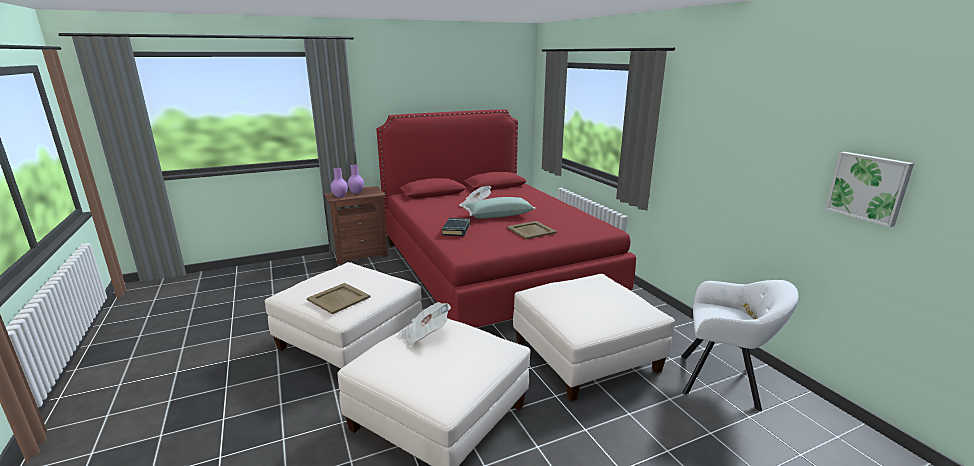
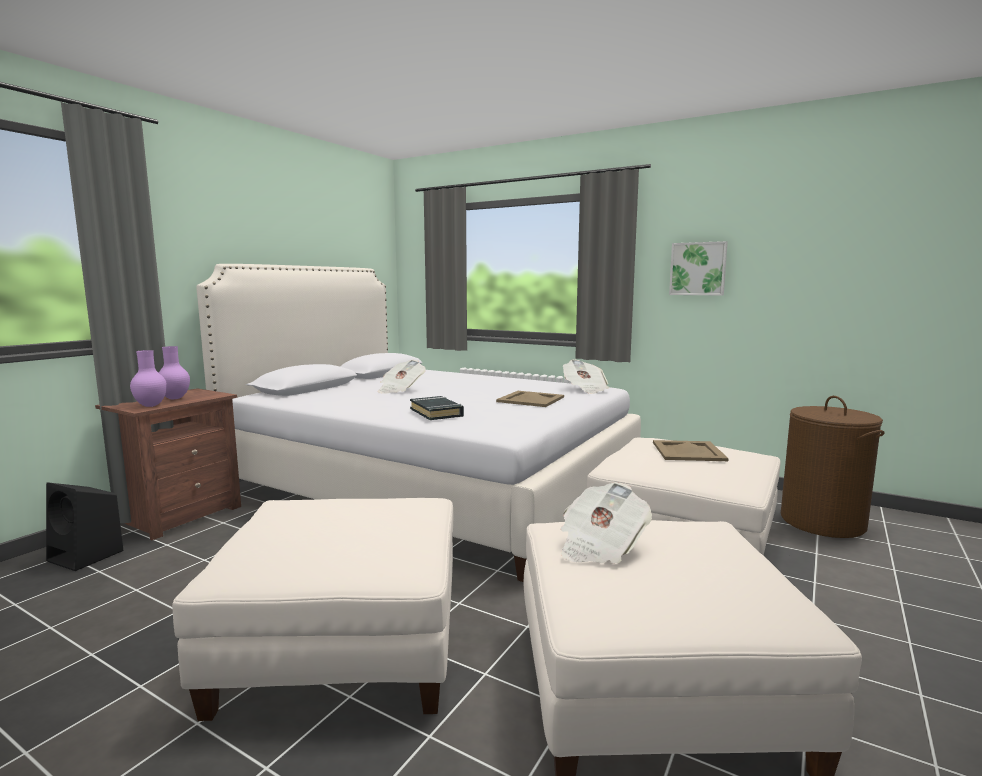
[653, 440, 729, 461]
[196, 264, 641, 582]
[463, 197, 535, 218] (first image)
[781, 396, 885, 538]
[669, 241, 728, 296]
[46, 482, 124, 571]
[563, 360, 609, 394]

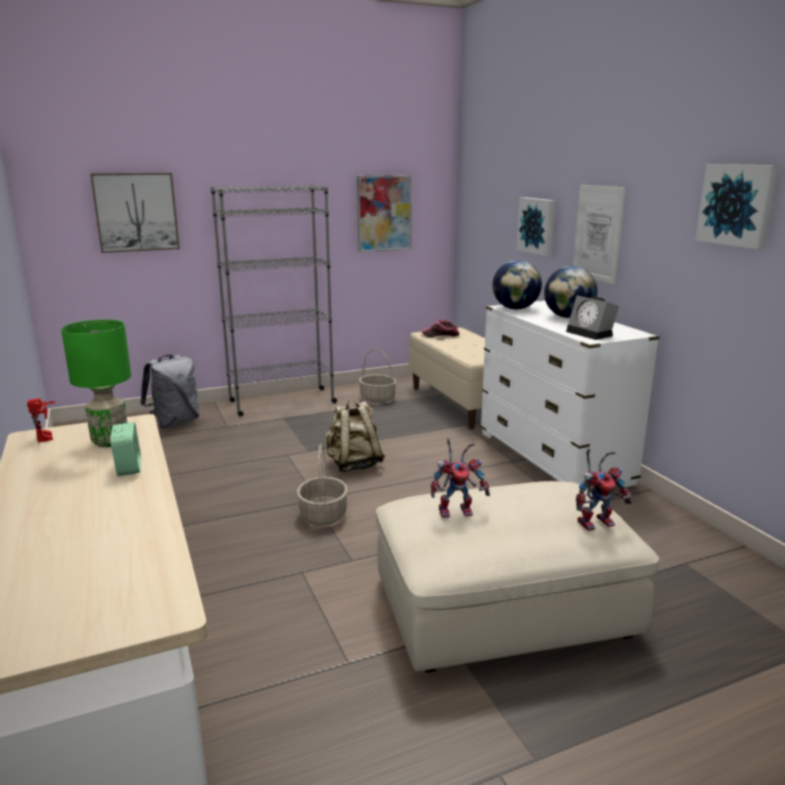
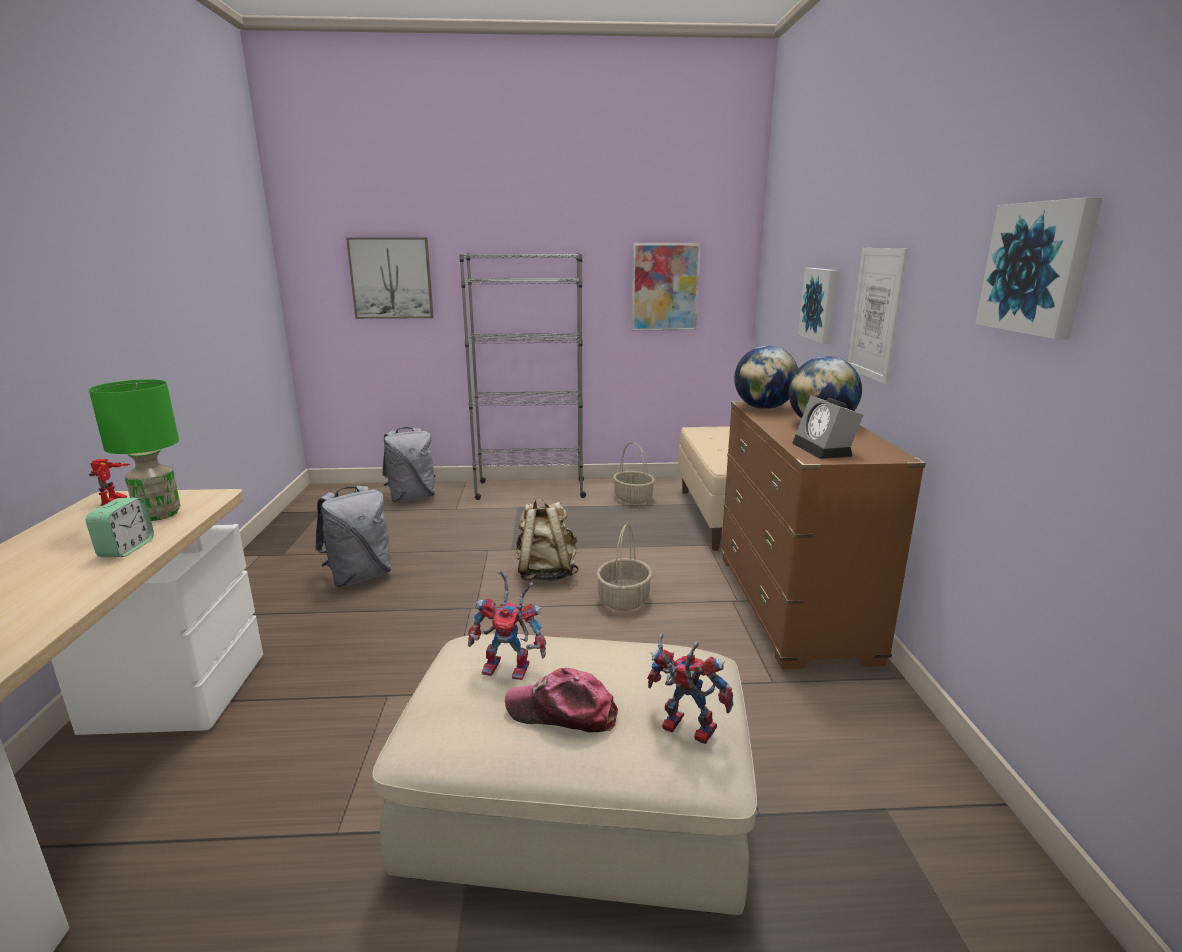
[597, 523, 652, 611]
[505, 668, 618, 733]
[720, 401, 926, 670]
[647, 633, 734, 744]
[315, 486, 392, 587]

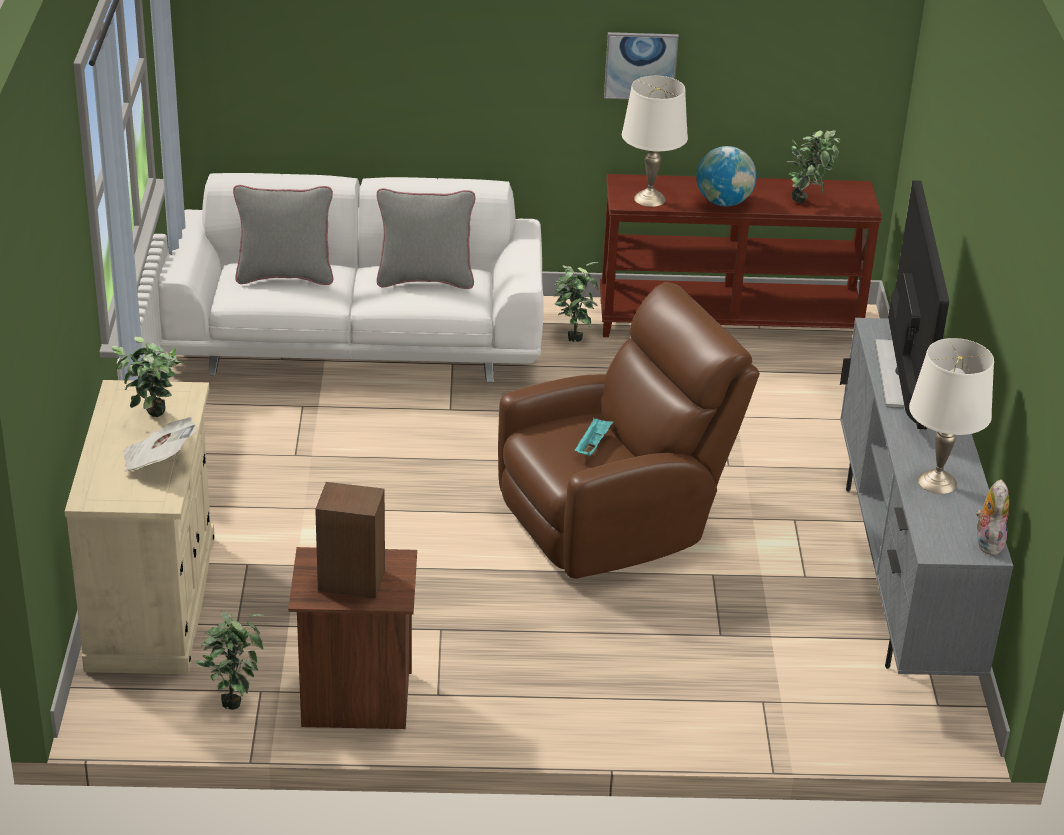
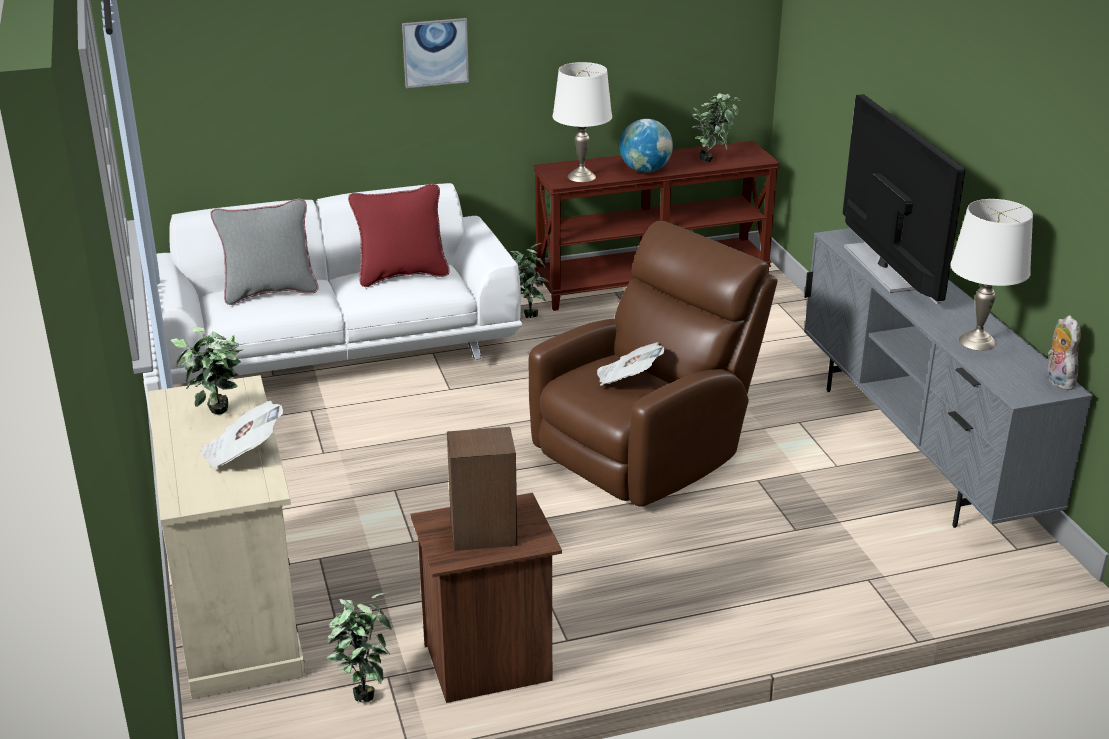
[348, 184, 450, 287]
[597, 342, 665, 386]
[402, 18, 469, 88]

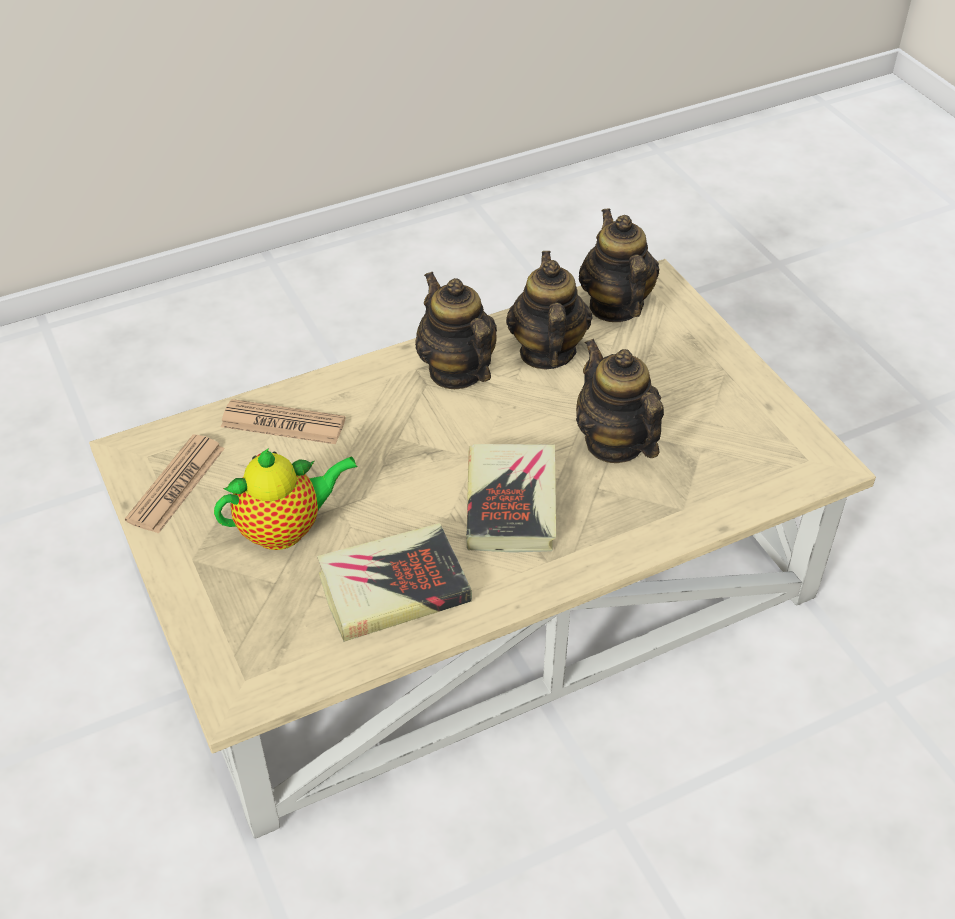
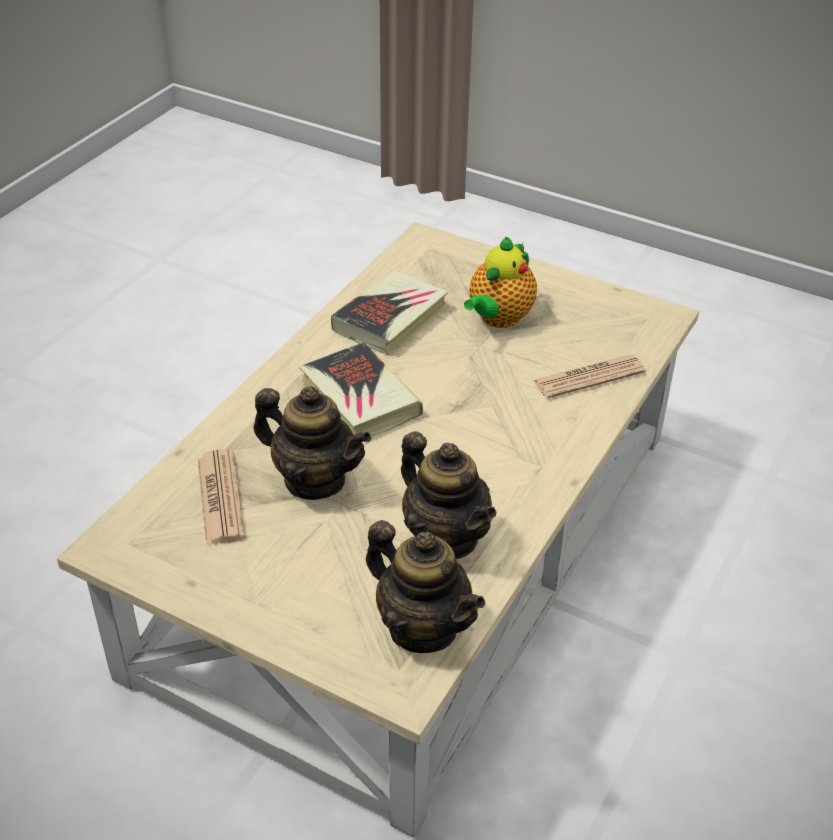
[198, 449, 245, 545]
[415, 272, 497, 389] (first image)

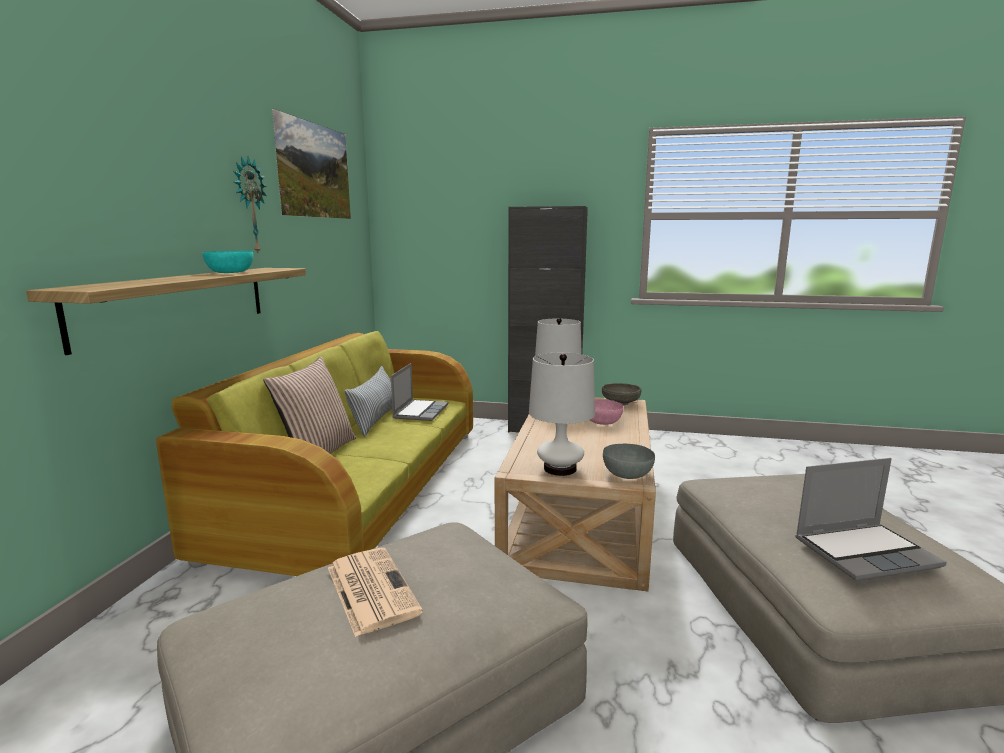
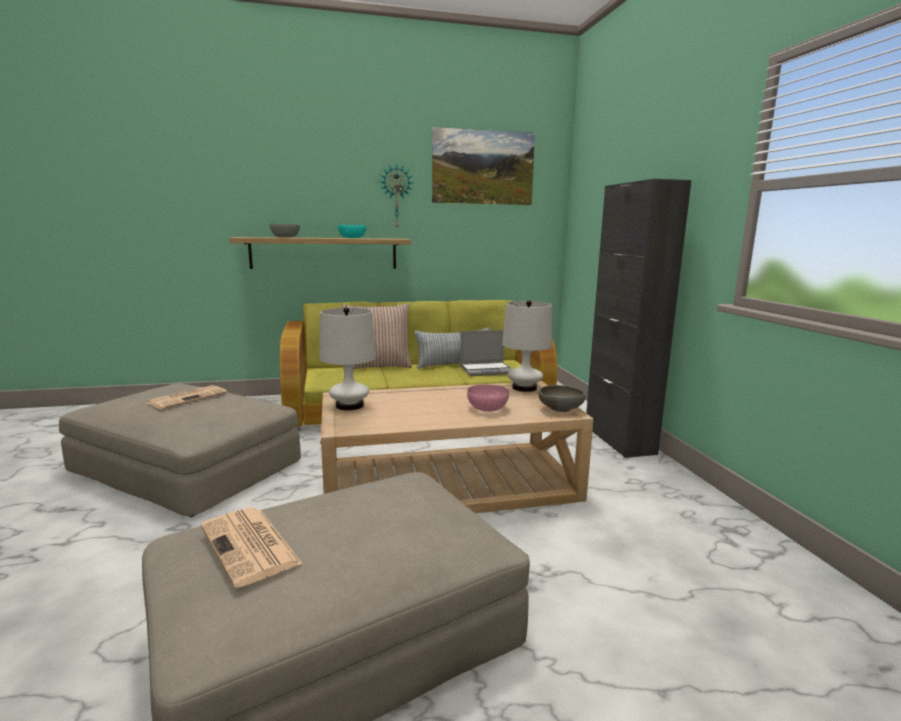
[270, 224, 300, 238]
[201, 507, 303, 588]

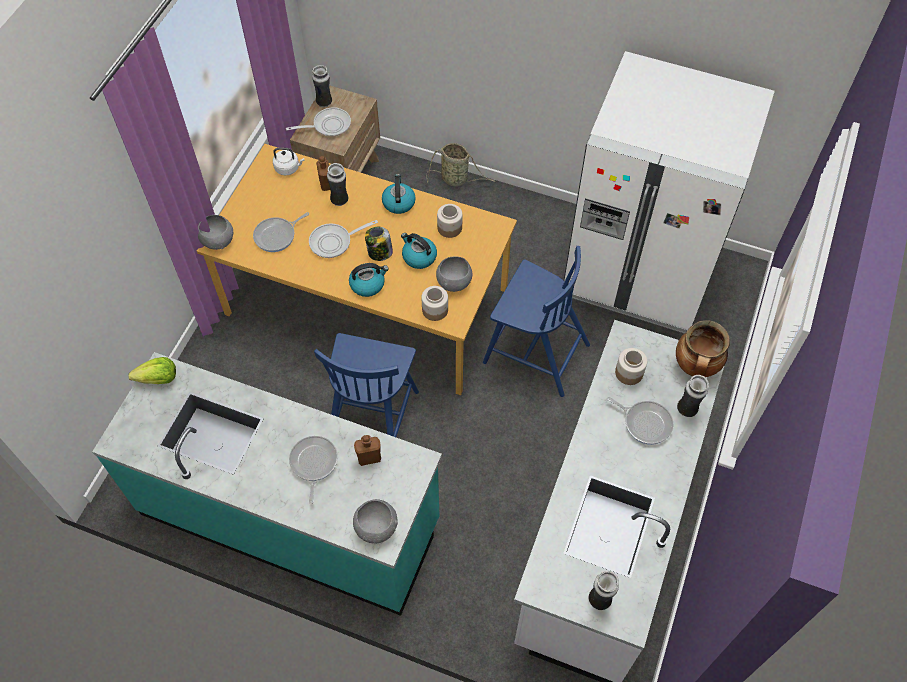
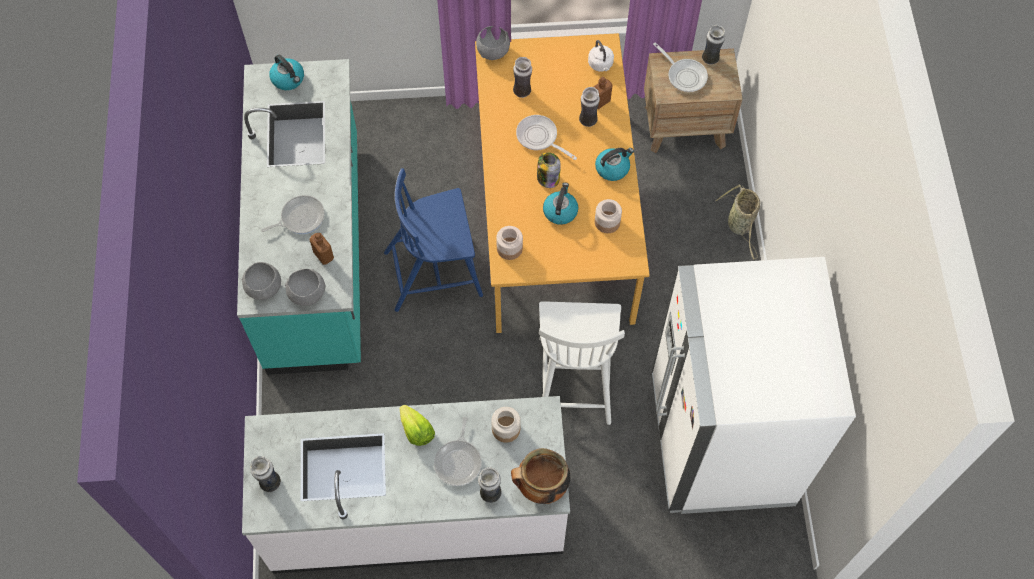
[400, 405, 435, 446]
[513, 57, 532, 98]
[269, 55, 304, 90]
[285, 269, 326, 306]
[539, 301, 625, 425]

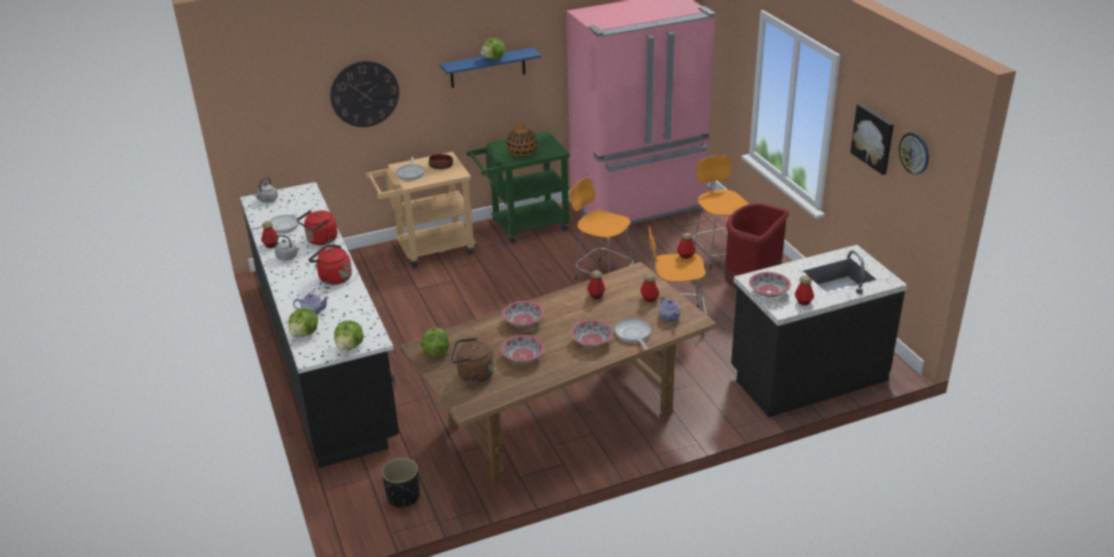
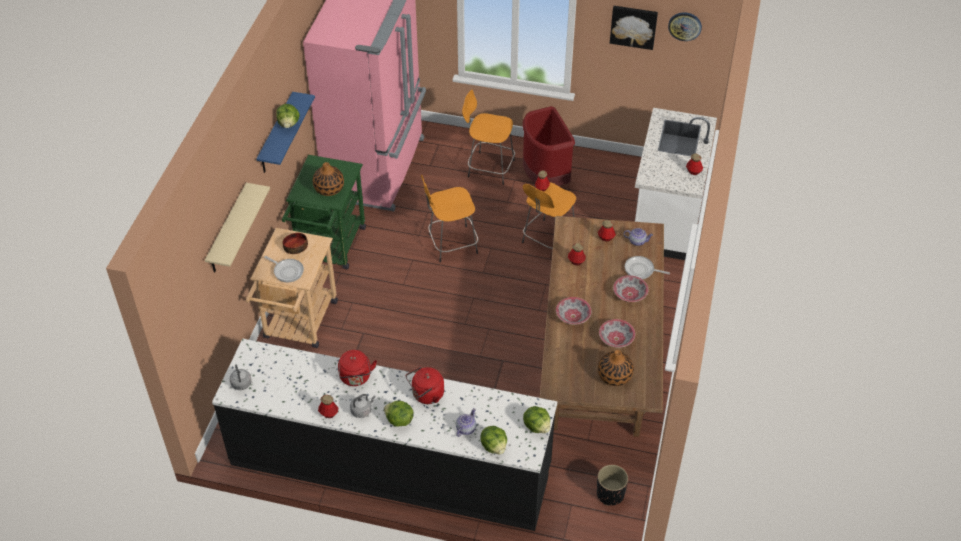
[250, 215, 299, 233] (first image)
[205, 183, 270, 273]
[384, 400, 414, 427]
[598, 350, 634, 386]
[635, 108, 717, 260]
[749, 272, 791, 297] (first image)

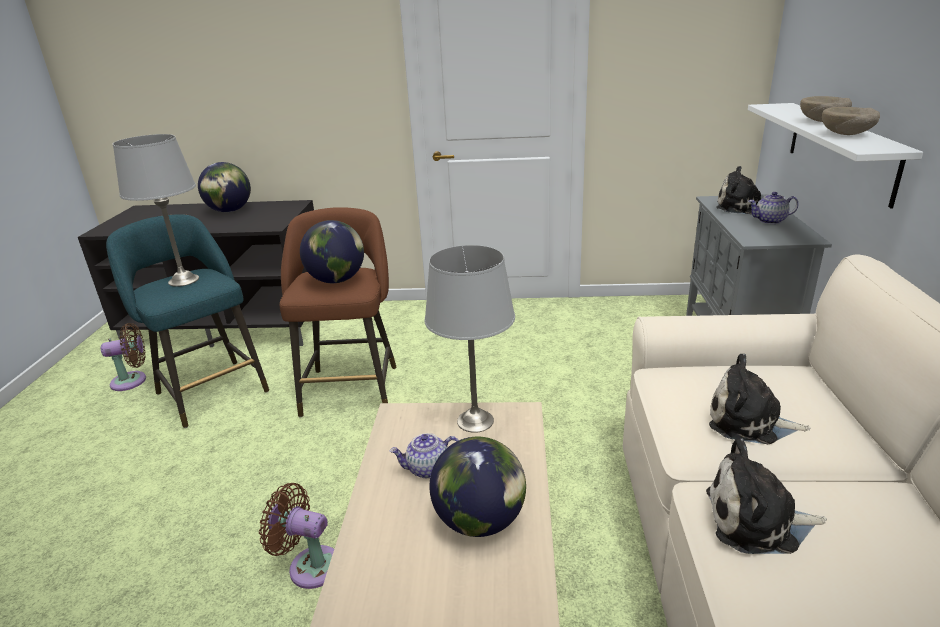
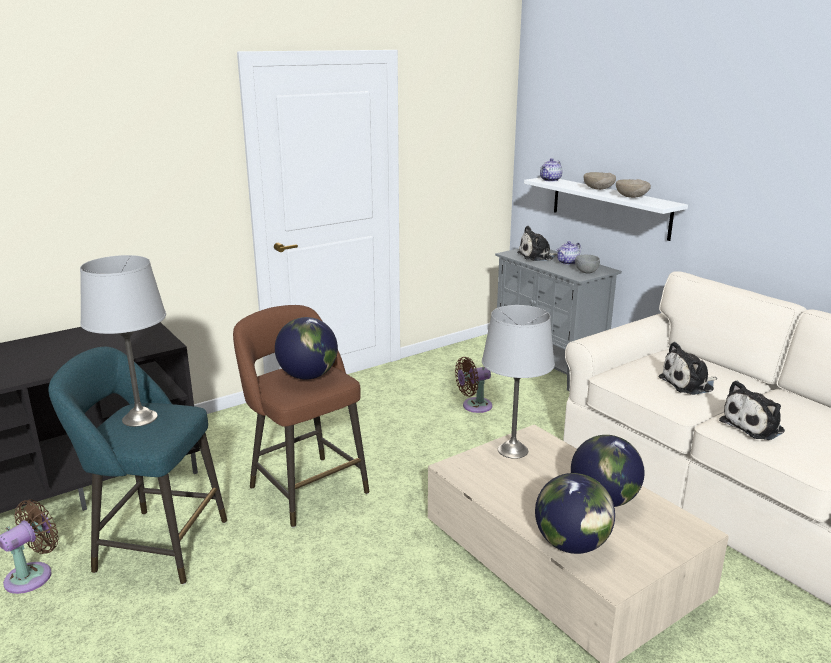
[535, 473, 615, 554]
[455, 357, 492, 413]
[540, 158, 562, 182]
[575, 255, 600, 274]

